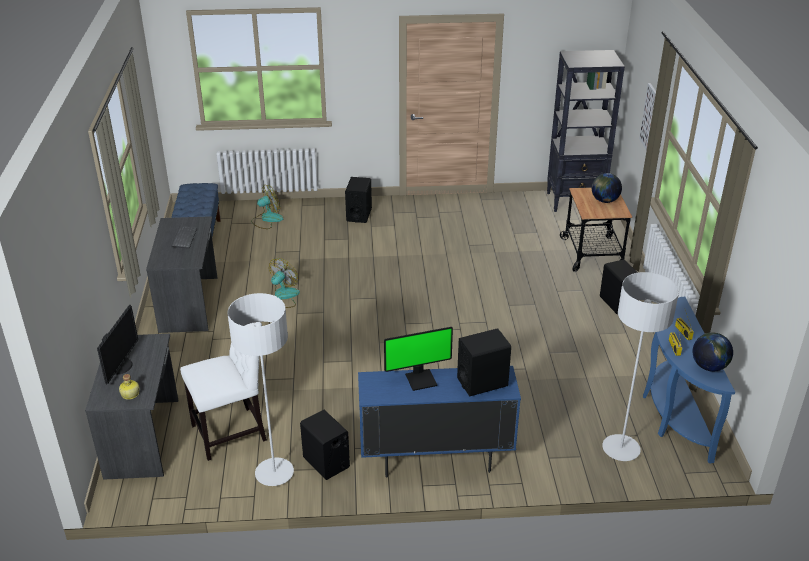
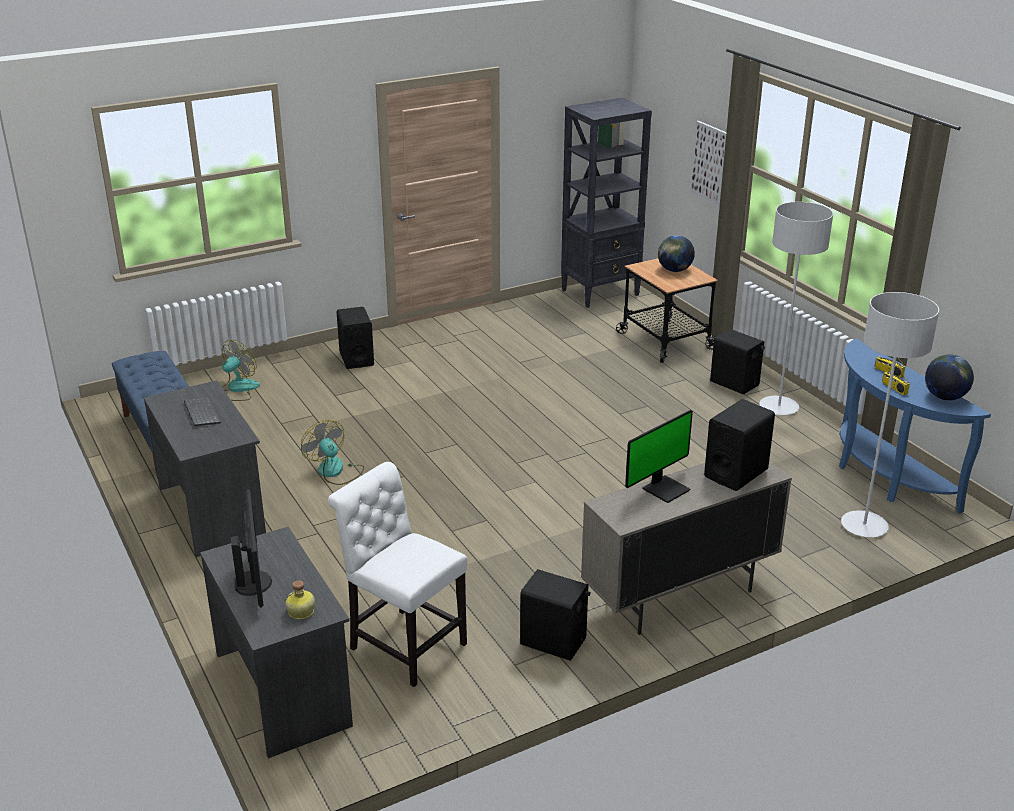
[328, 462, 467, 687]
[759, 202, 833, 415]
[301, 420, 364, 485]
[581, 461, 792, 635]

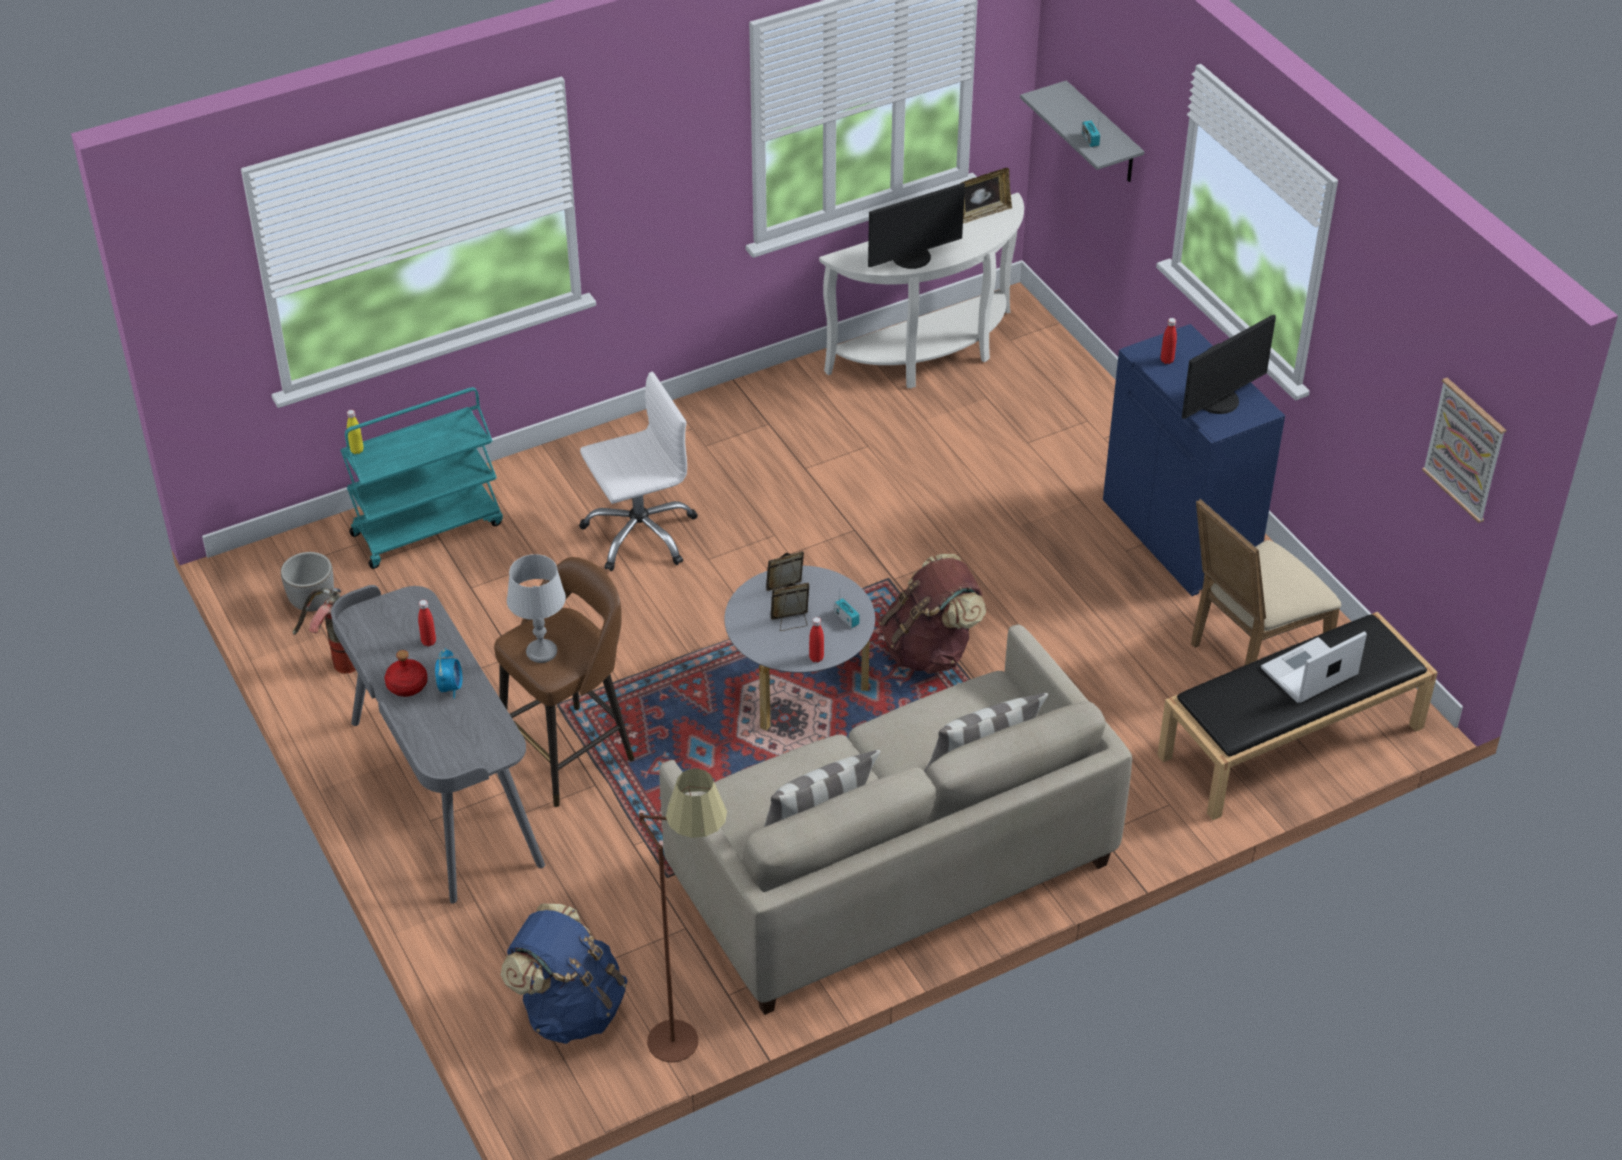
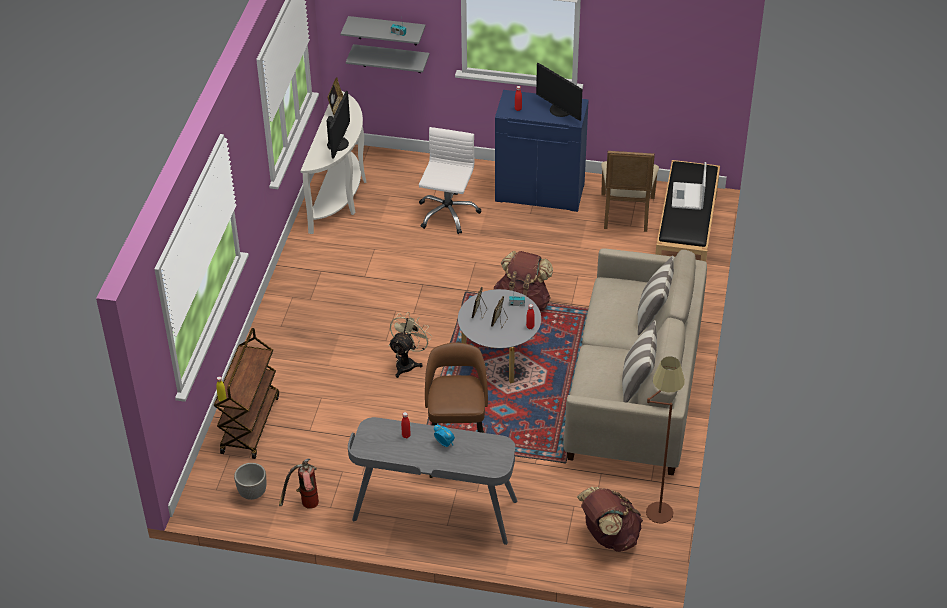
[214, 328, 279, 459]
[385, 650, 427, 697] (first image)
[577, 487, 643, 552]
[507, 554, 566, 663] (first image)
[419, 127, 481, 234]
[536, 63, 582, 121]
[1422, 378, 1506, 523] (first image)
[346, 44, 430, 73]
[389, 313, 432, 378]

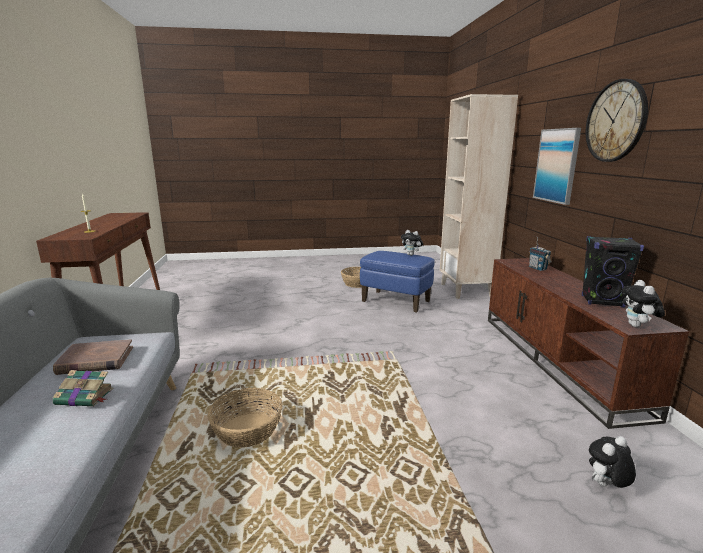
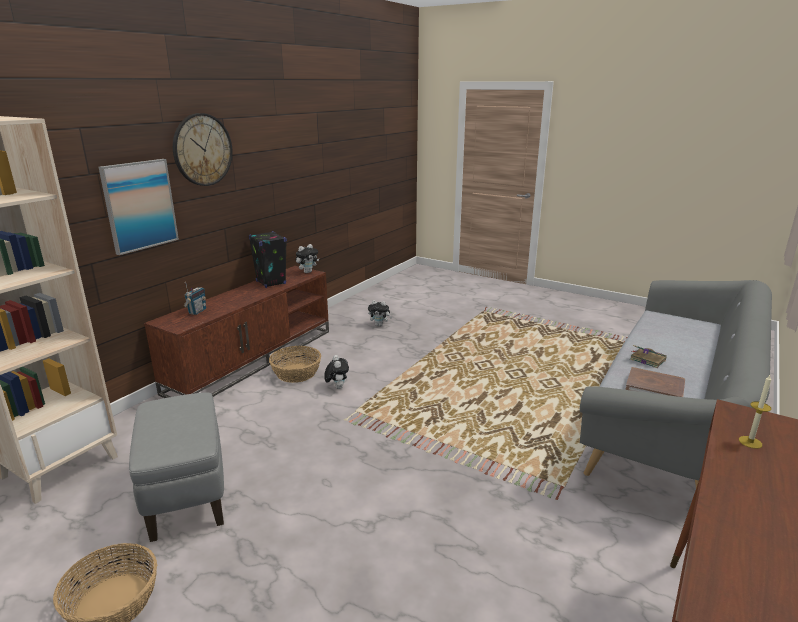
[269, 346, 321, 383]
[129, 392, 224, 542]
[324, 355, 349, 389]

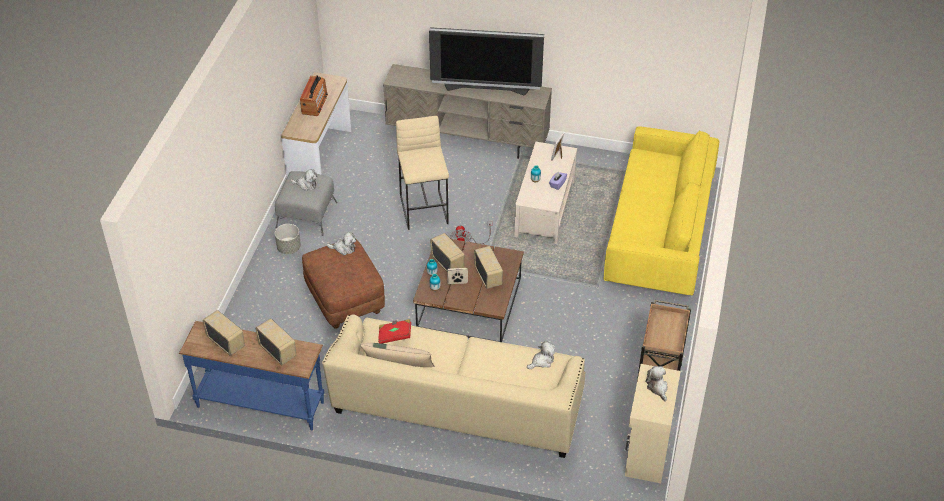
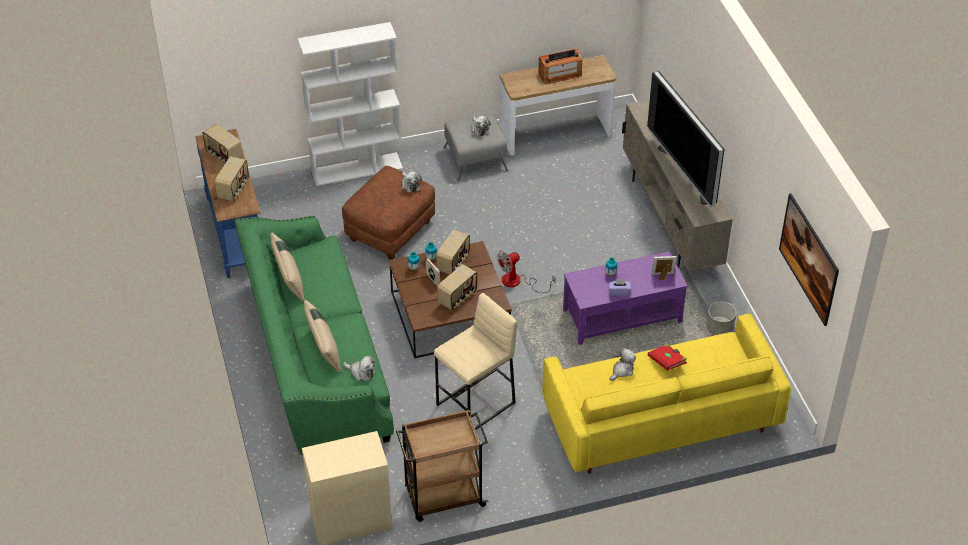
[202, 124, 243, 163]
[706, 302, 736, 335]
[234, 216, 394, 455]
[648, 344, 687, 371]
[434, 293, 517, 430]
[563, 251, 688, 345]
[609, 348, 636, 381]
[298, 22, 403, 186]
[304, 300, 341, 373]
[779, 193, 839, 326]

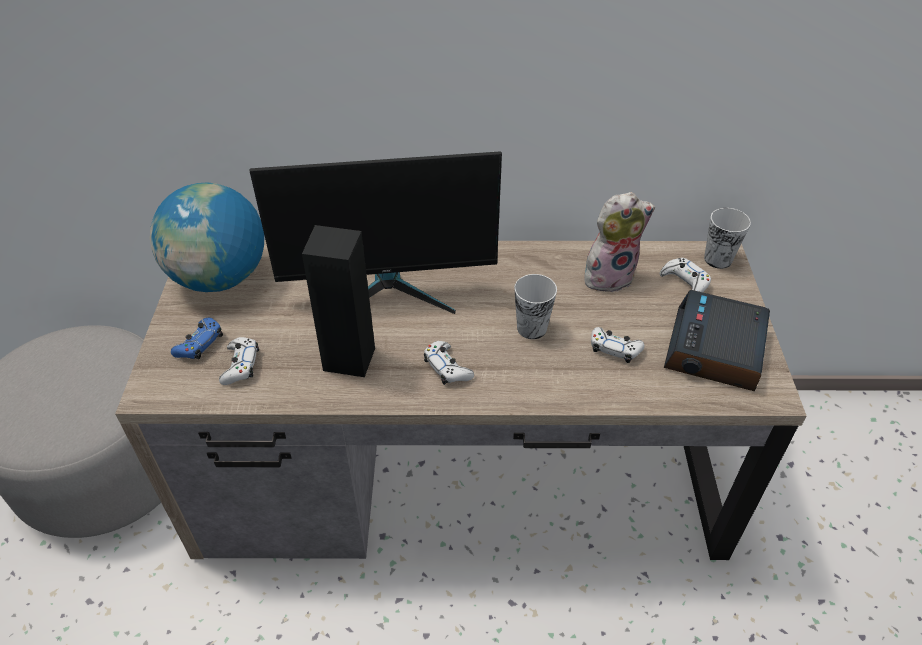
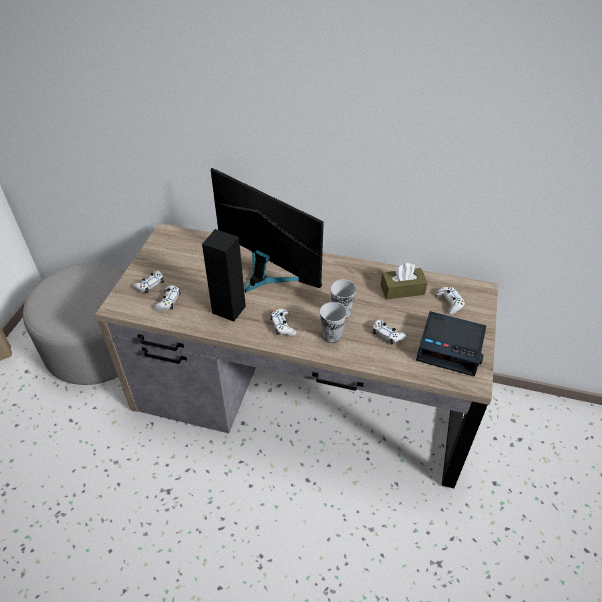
[150, 182, 264, 292] (first image)
[133, 271, 164, 293]
[211, 168, 324, 292]
[381, 263, 428, 300]
[416, 311, 486, 377]
[320, 302, 347, 343]

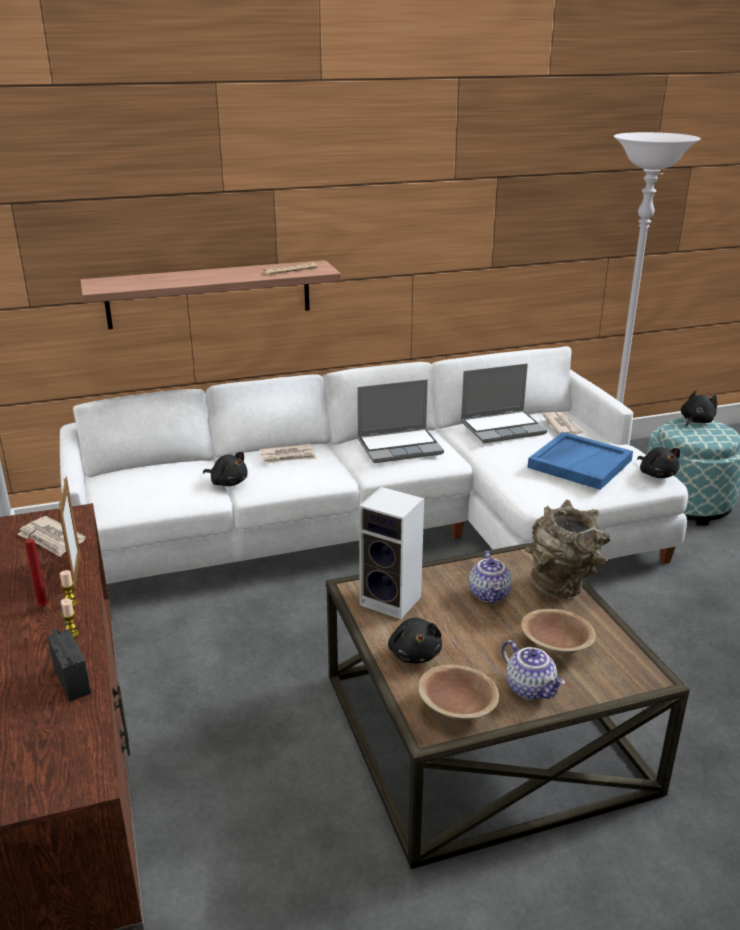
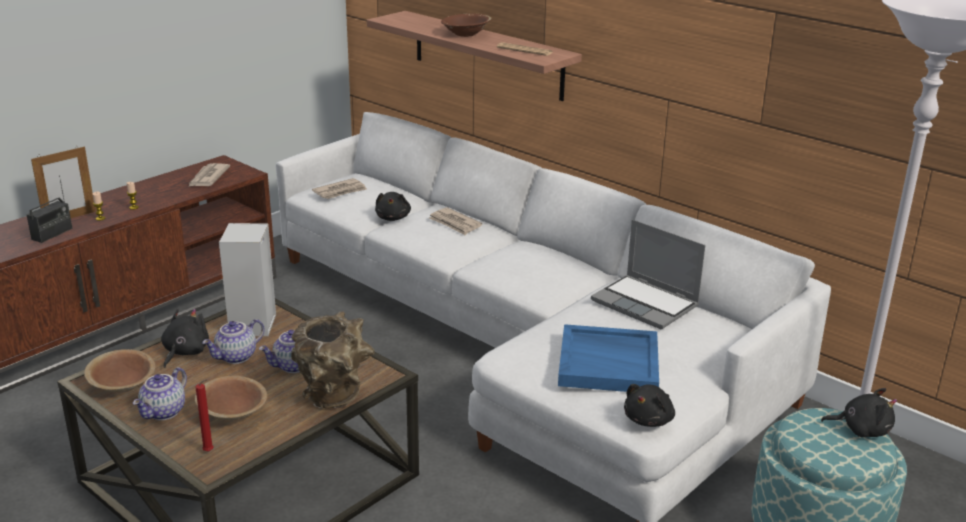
[195, 379, 213, 452]
[31, 146, 96, 218]
[357, 380, 444, 463] (first image)
[161, 309, 209, 368]
[312, 178, 367, 199]
[202, 319, 265, 364]
[441, 14, 491, 37]

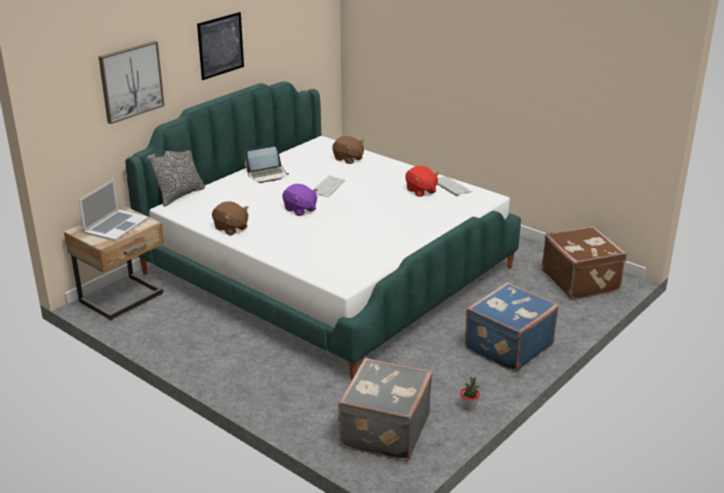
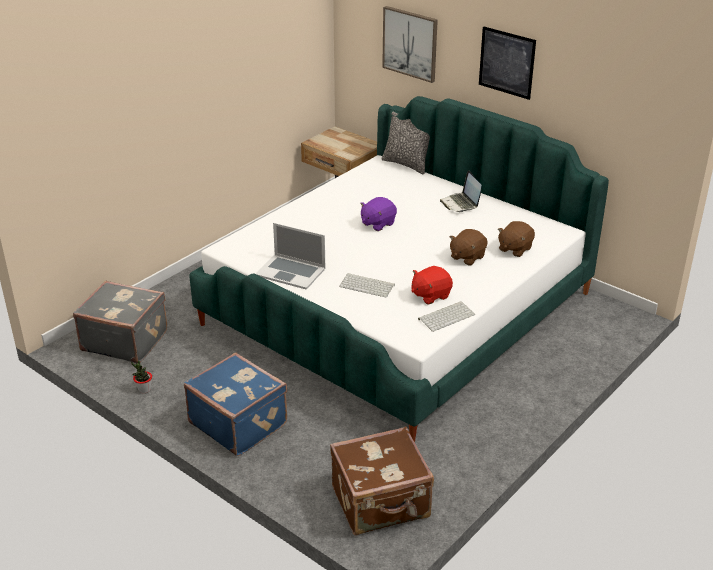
[255, 223, 326, 290]
[450, 229, 488, 265]
[339, 273, 395, 298]

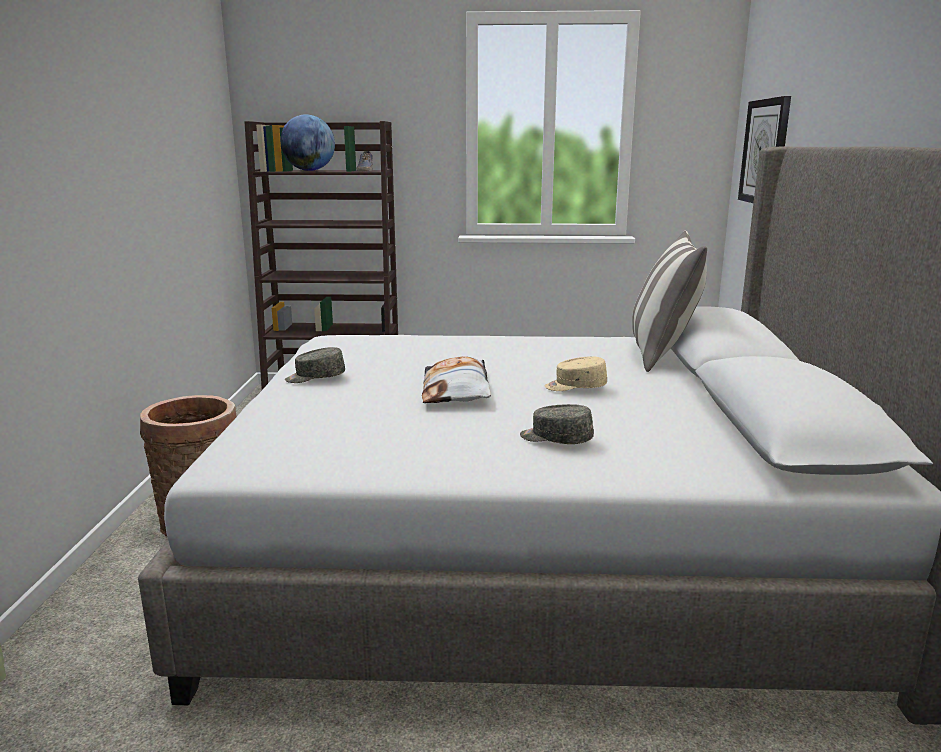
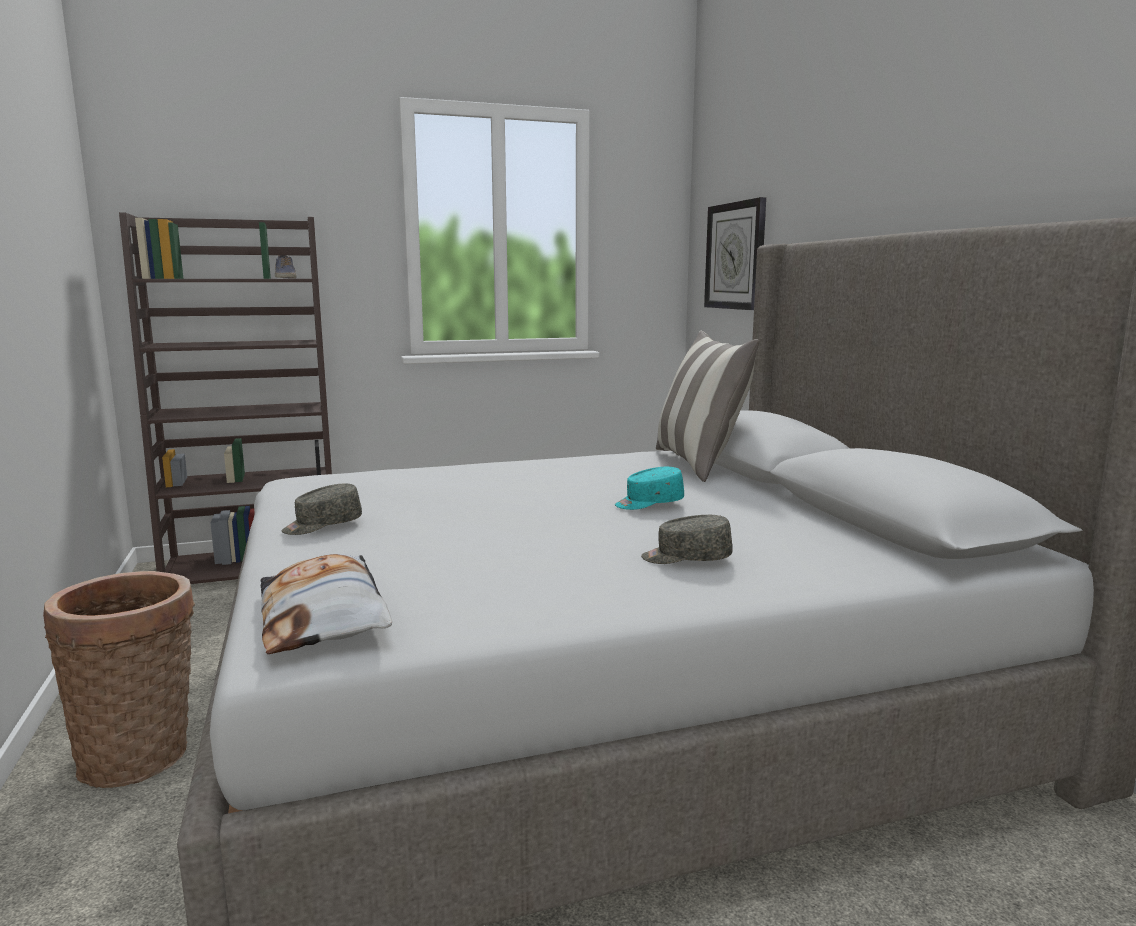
[280, 114, 335, 171] (first image)
[261, 554, 393, 654]
[615, 467, 684, 510]

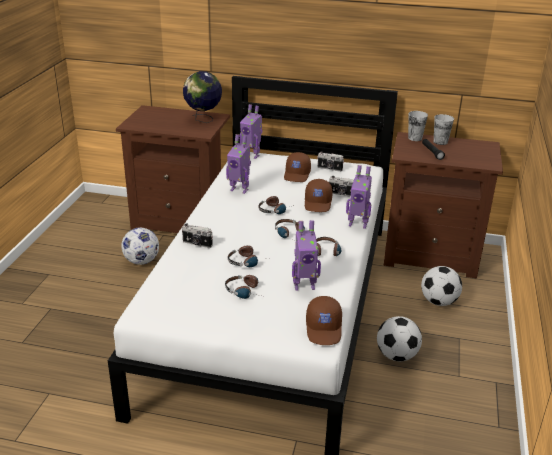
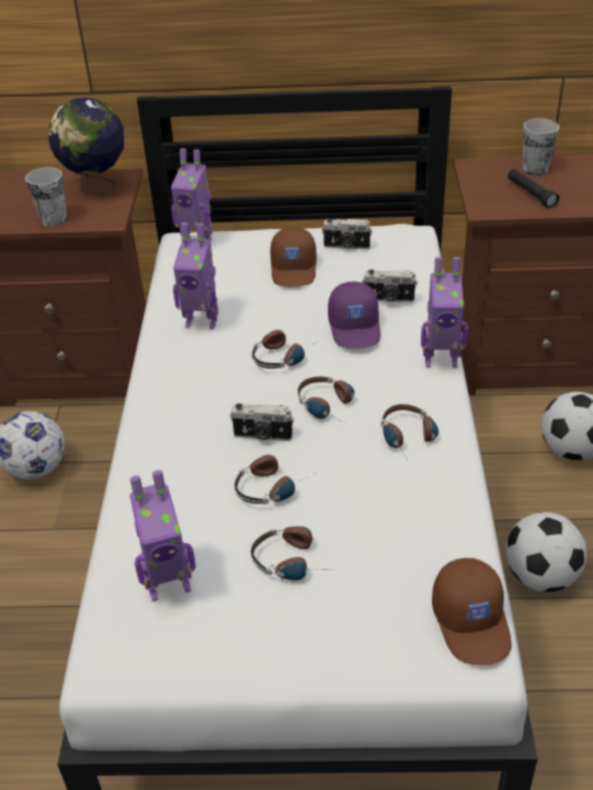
[230, 403, 294, 441]
[130, 470, 196, 602]
[328, 281, 380, 349]
[25, 167, 67, 226]

